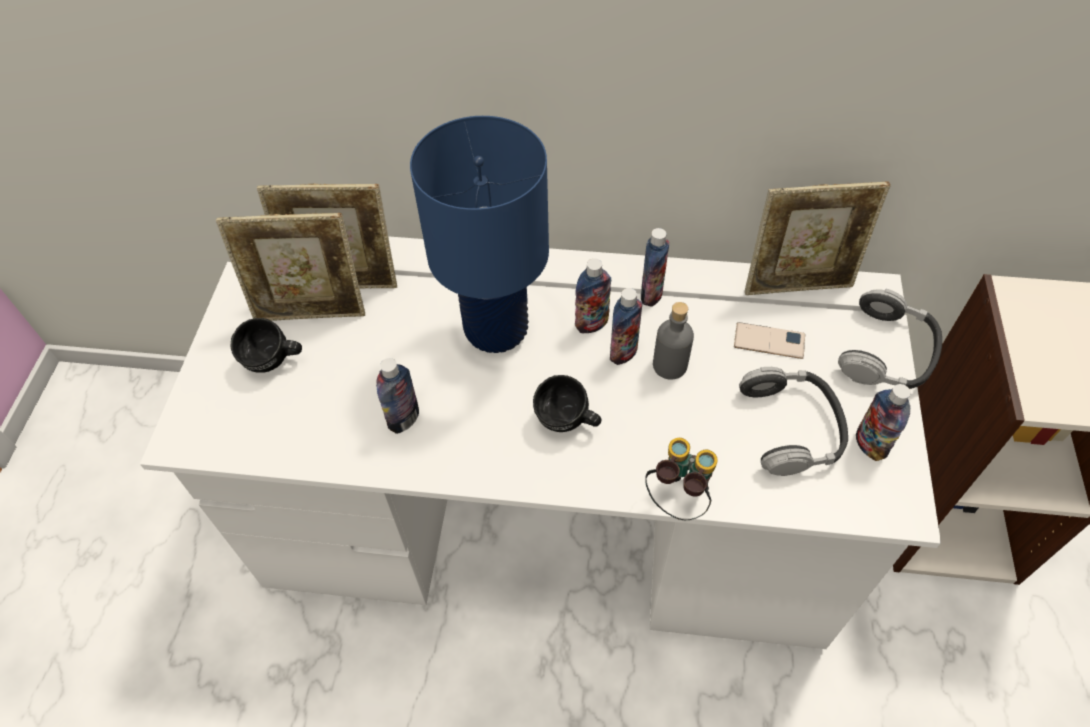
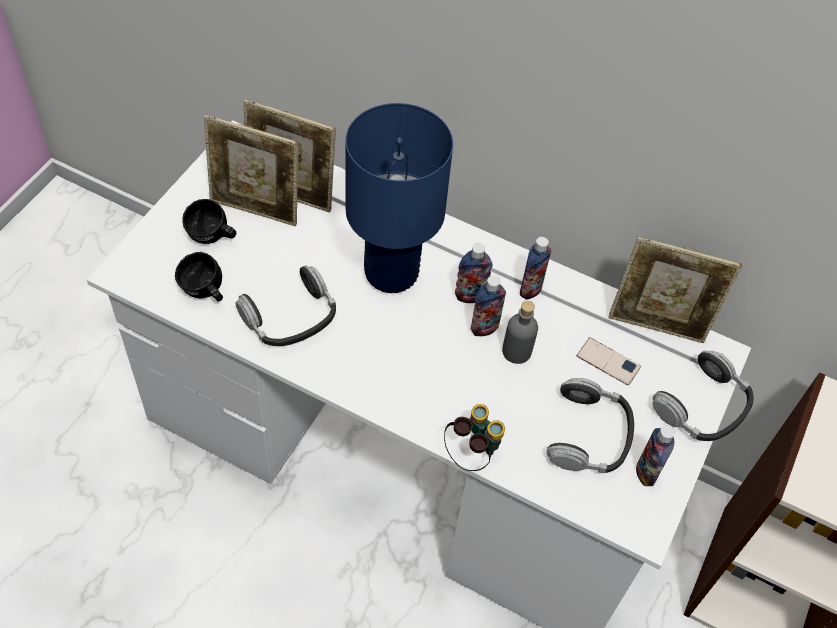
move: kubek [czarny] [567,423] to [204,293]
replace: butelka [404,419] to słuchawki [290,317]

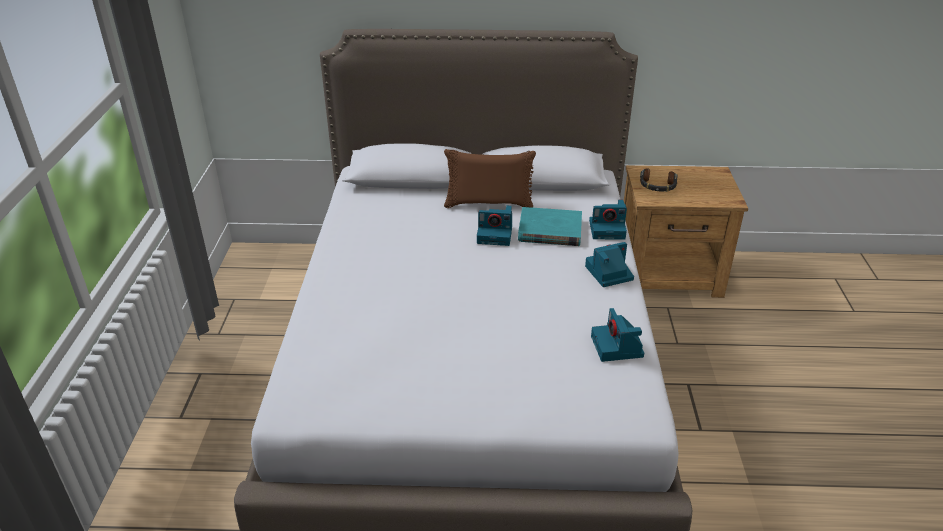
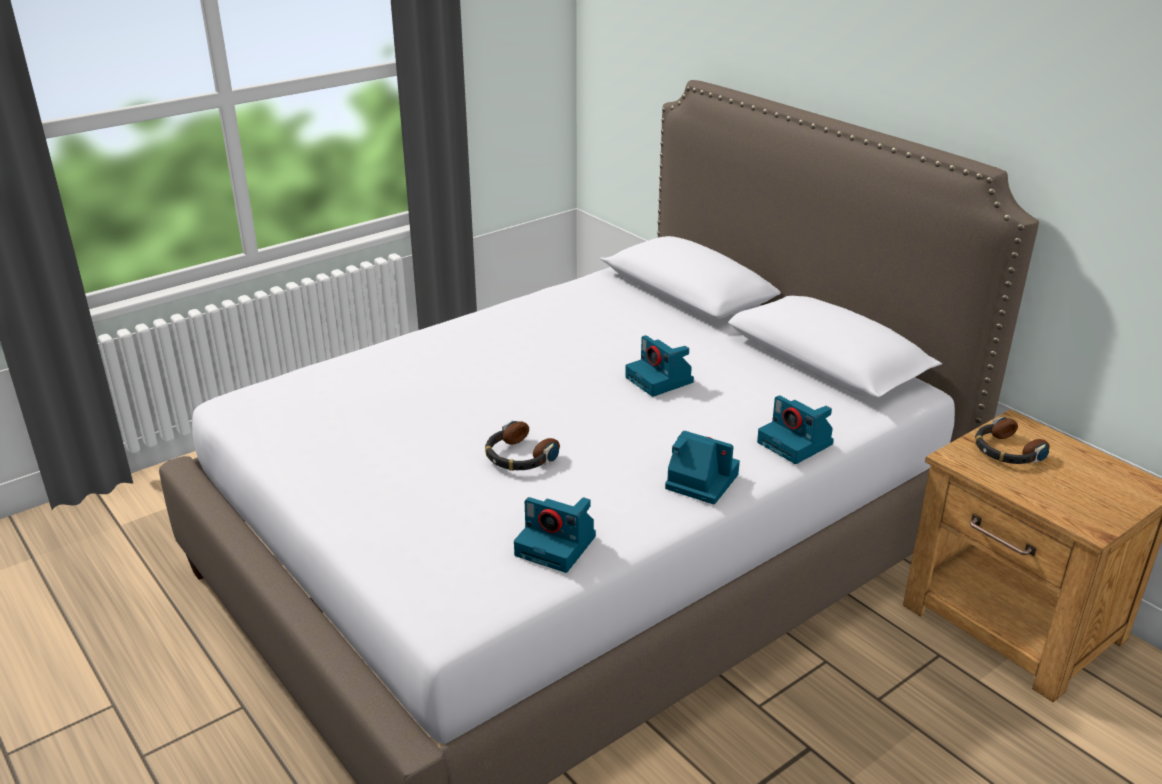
delete: poduszka [brązowy] [488,203]; książka [turkusowy] [550,230]
insert: słuchawki [519,457]
rotate: aparat fotograficzny [617,347] = [557,546] 105 degrees counterclockwise

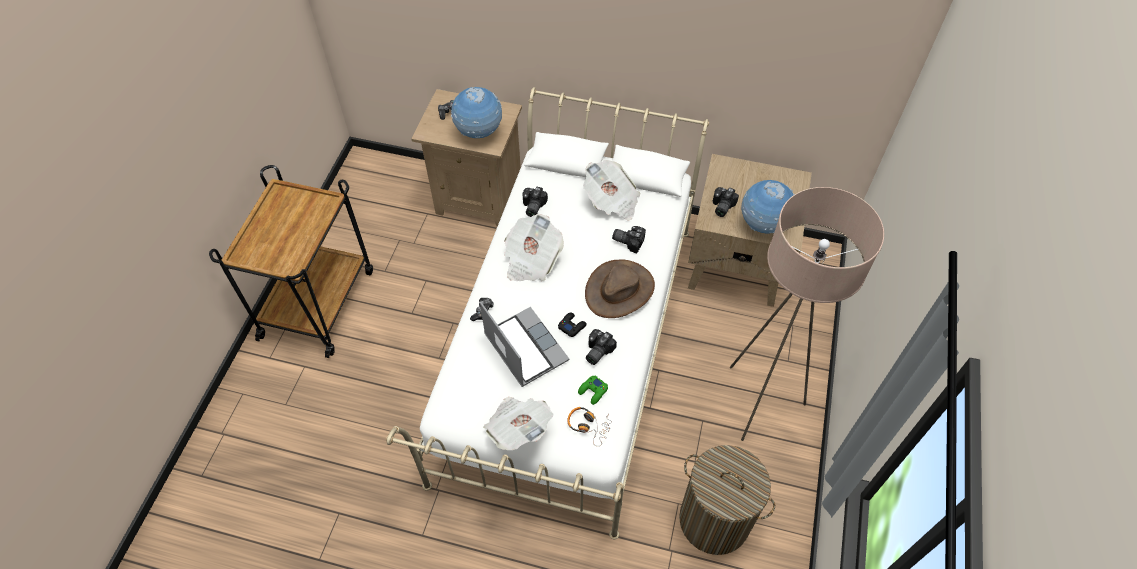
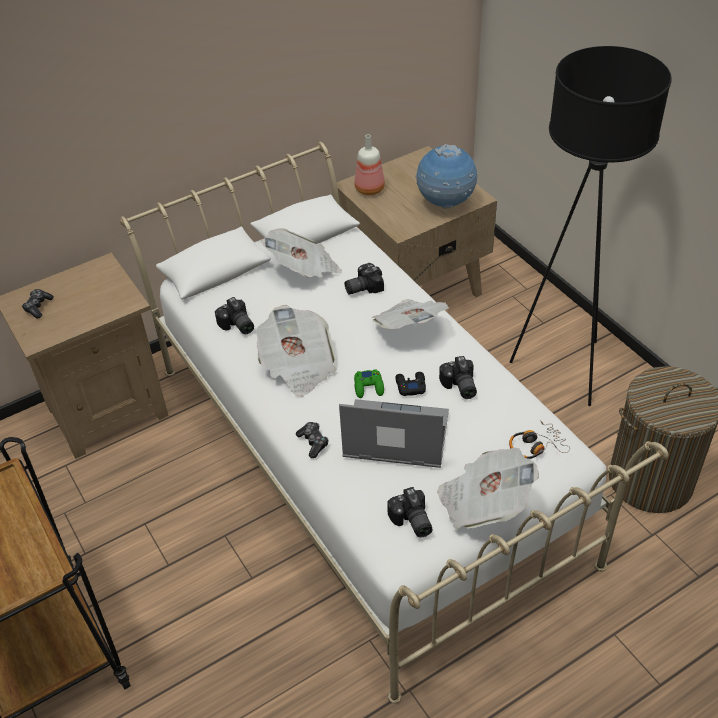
delete: globus [479,132]
insert: butelka [370,189]
move: aparat fotograficzny [721,206] to [411,522]; pad do gier [zielony] [593,391] to [369,387]
replace: kapelusz [brązowy] [619,290] to gazeta [409,327]
recolor: lampa stojąca [beżowy] [758,402] to lampa stojąca [czarny] [564,369]

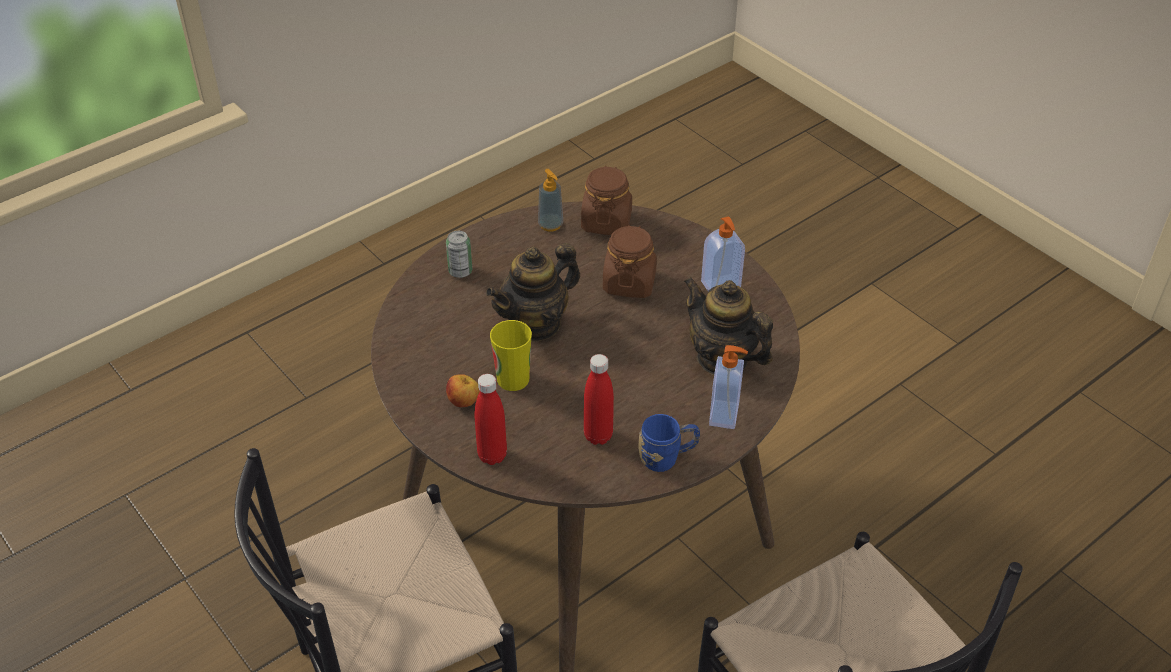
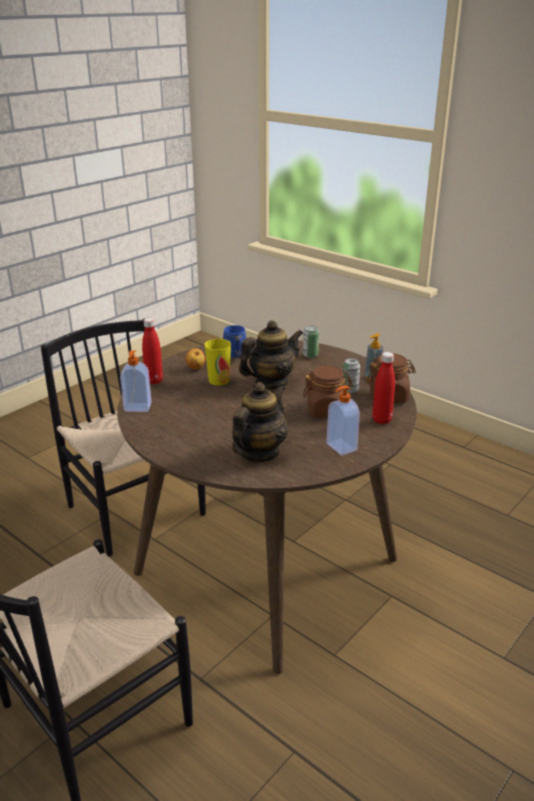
insert: puszka [350,390]
move: dozownik mydła [725,415] to [137,408]; butelka [czerwony] [598,436] to [381,420]; kubek [niebieski] [667,458] to [236,356]
rotate: imbryk [536,324] = [271,382] 105 degrees clockwise

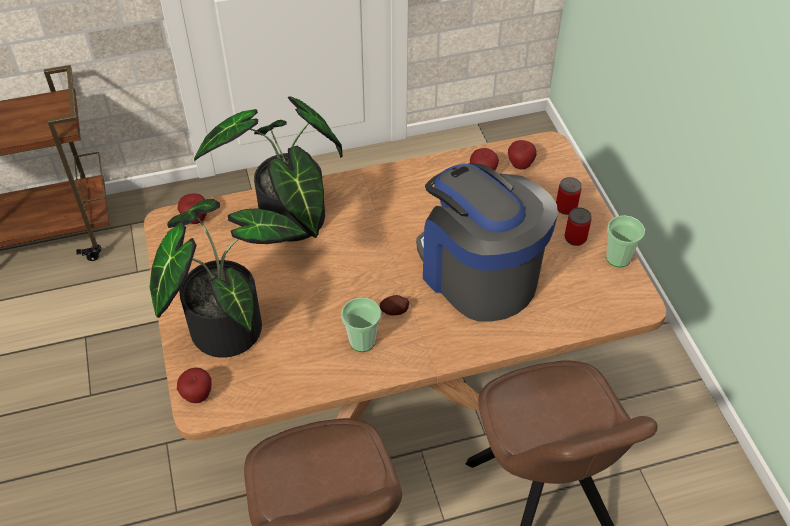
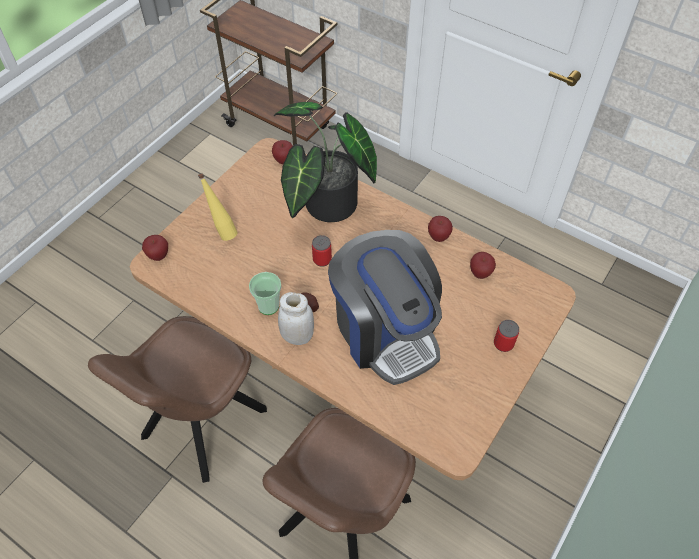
delete: filiżanka [618,258]
insert: słoik [biały] [297,336]
move: jabłko [520,165] to [438,237]; puszka [575,238] to [322,259]
replace: roślina doniczkowa [228,322] to butelka [żółty] [222,231]
rotate: ekspres do kawy [478,274] = [385,331] 135 degrees clockwise

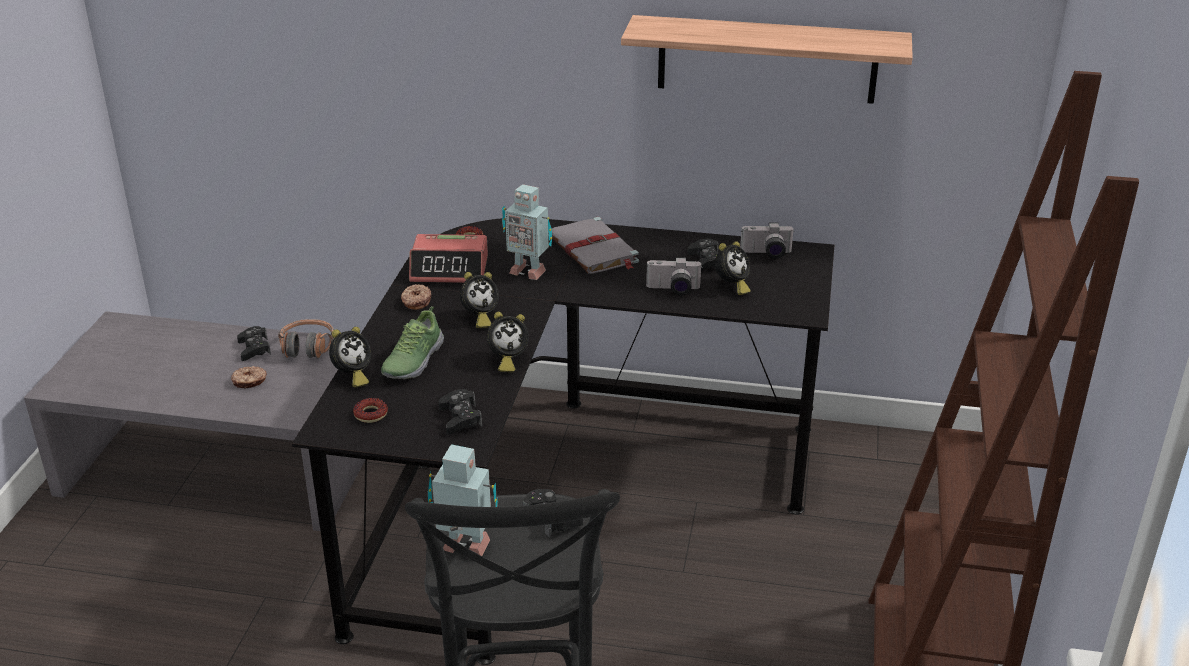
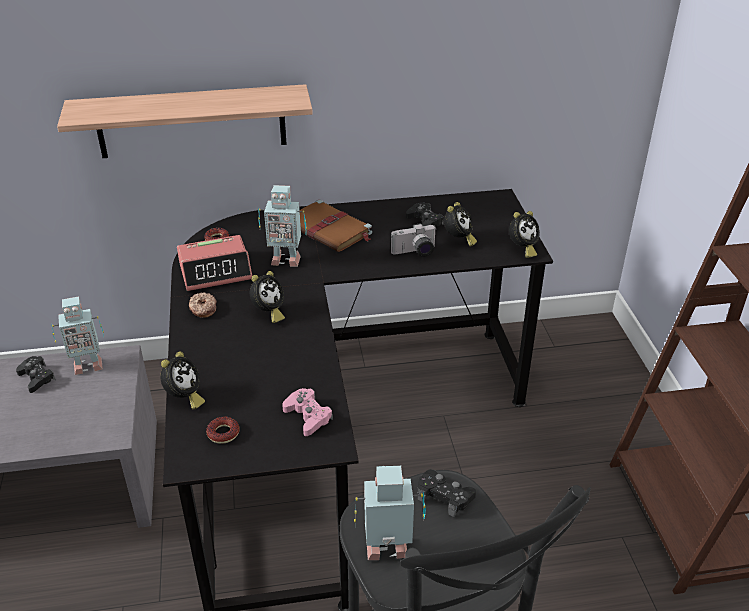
delete: aparat fotograficzny [766,254]; but [412,361]; donut [249,382]
move: półka [767,59] to [191,121]; budzik [507,361] to [522,249]
replace: słuchawki [307,347] to robot zabawkowy [87,365]
recolor: książka [szary] [594,250] to książka [brązowy] [329,229]; pad do gier [czarny] [460,418] to pad do gier [różowy] [308,416]

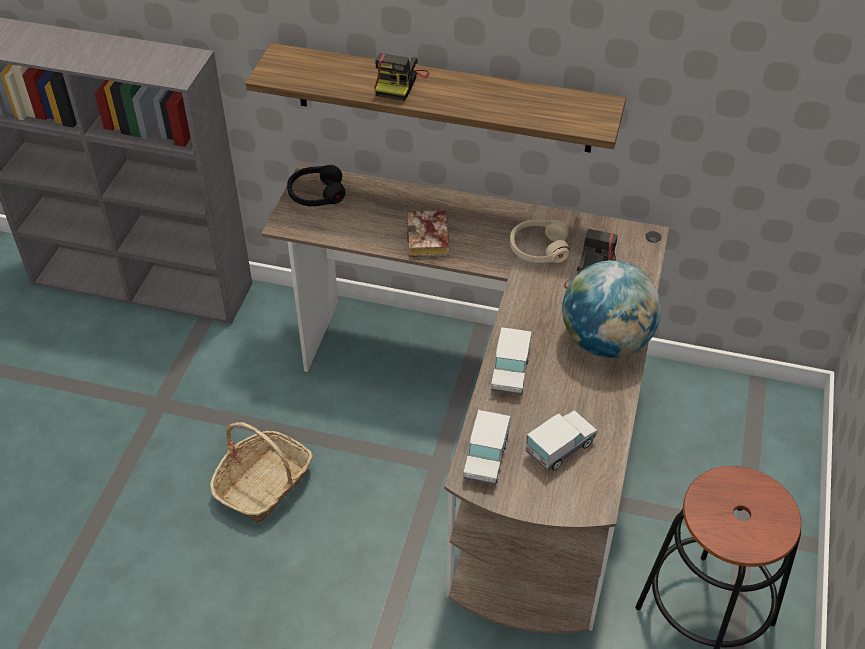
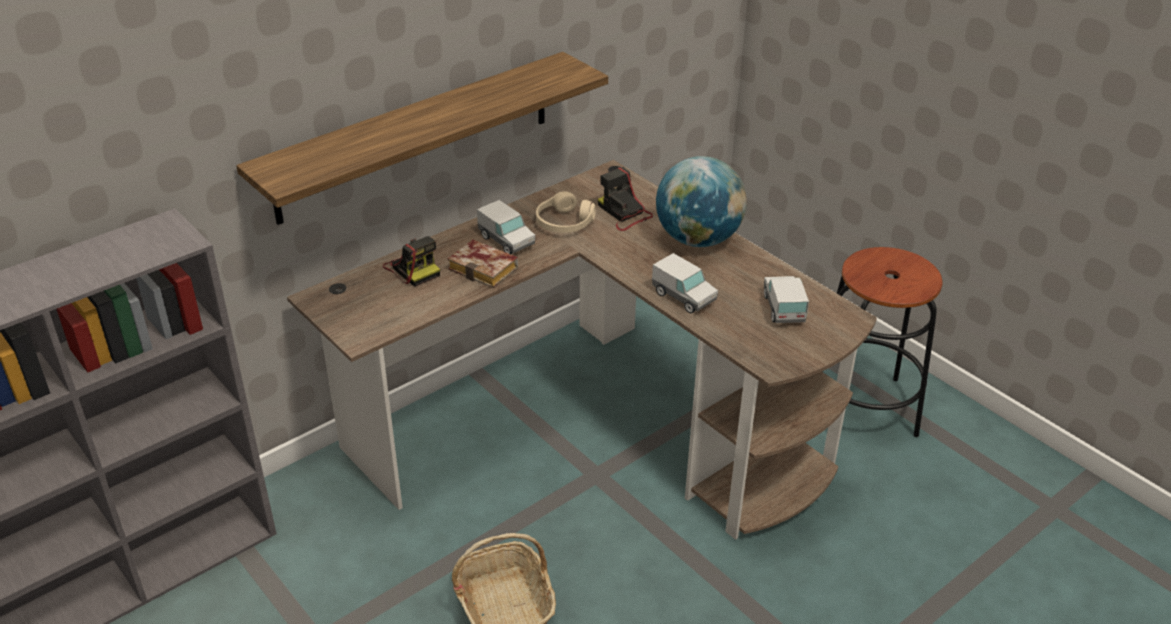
delete: słuchawki [czarny] [316,194]
move: aparat fotograficzny [399,83] to [412,269]; ciężarówka zabawkowa [486,459] to [506,241]

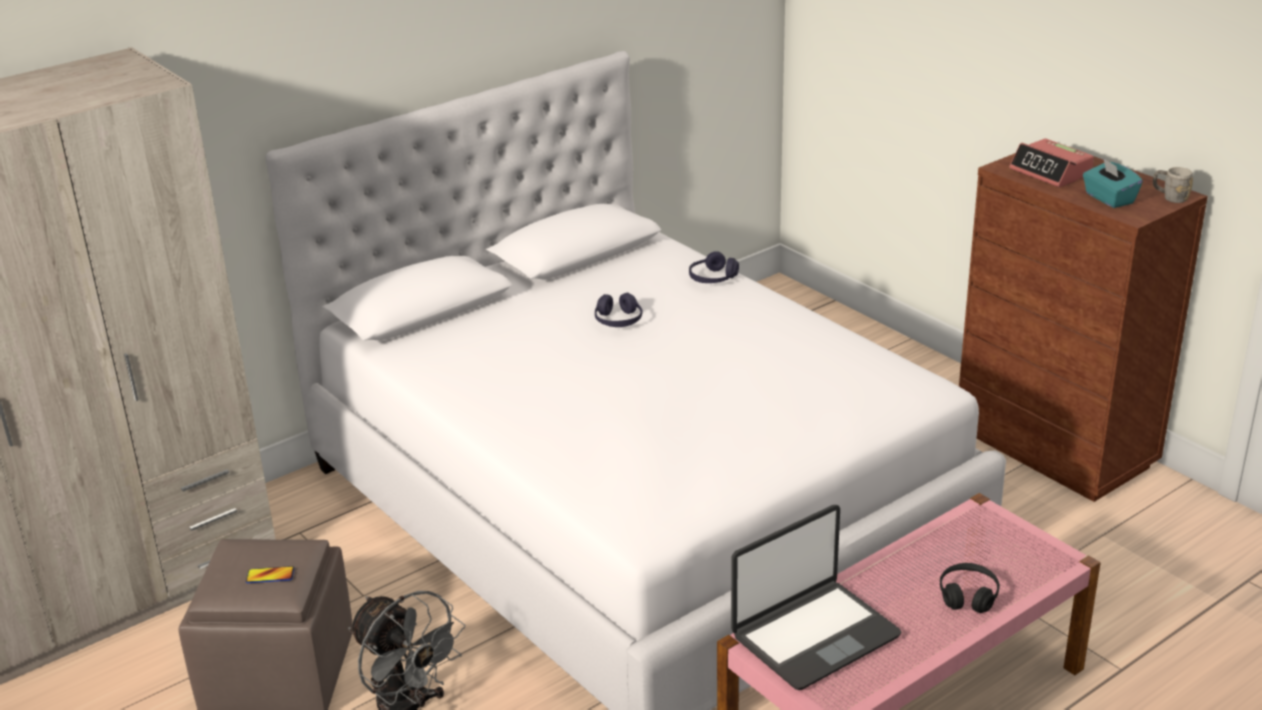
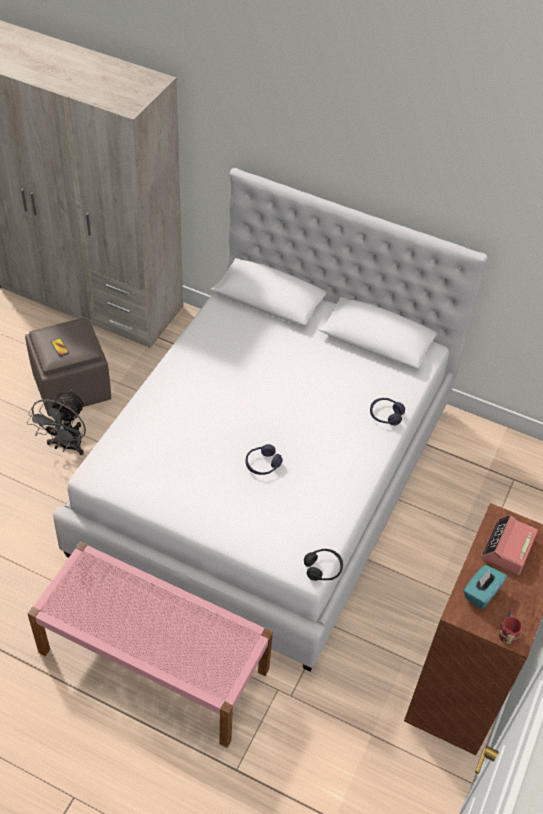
delete: laptop [814,635]
move: słuchawki [fioletowy] [618,320] to [262,464]; słuchawki [czarny] [968,596] to [323,568]
recolor: kubek [szary] [1170,197] to kubek [czerwony] [507,632]

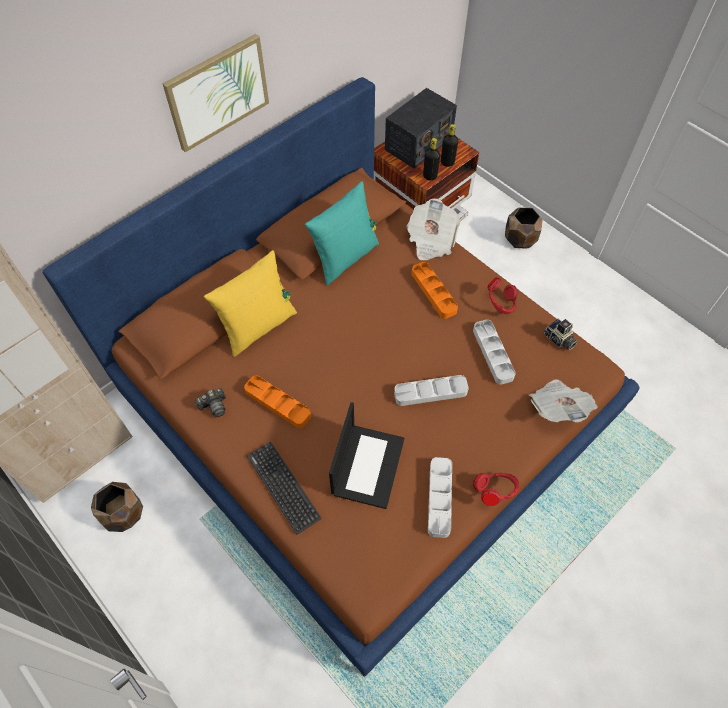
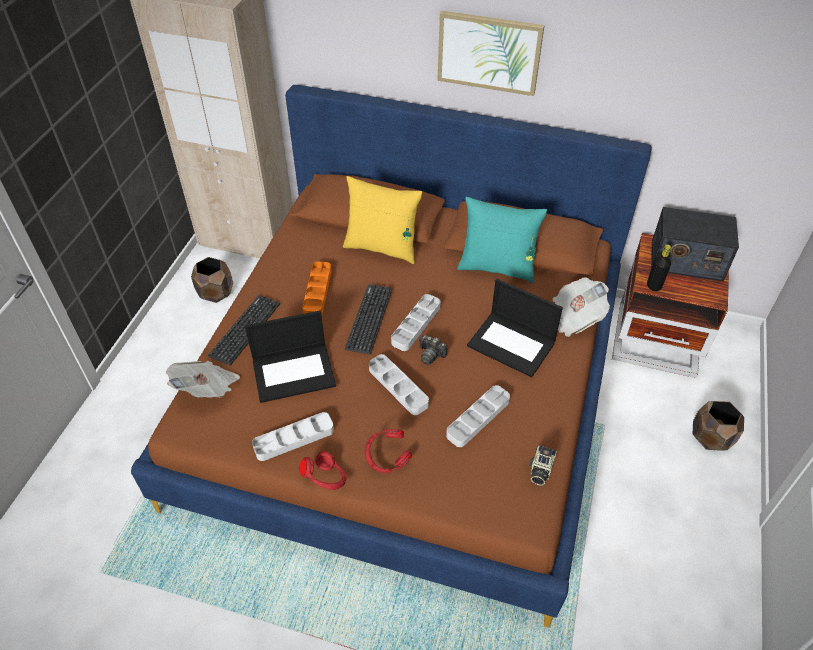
delete: butelka [czarny] [447,162]
insert: klawiatura [369,318]; taca [szary] [416,325]
move: słuchawki [czerwony] [500,304] to [387,459]; gazeta [558,408] to [207,389]; aparat fotograficzny [214,406] to [431,354]
replace: taca [pomarańczowy] [433,292] to laptop [512,344]

